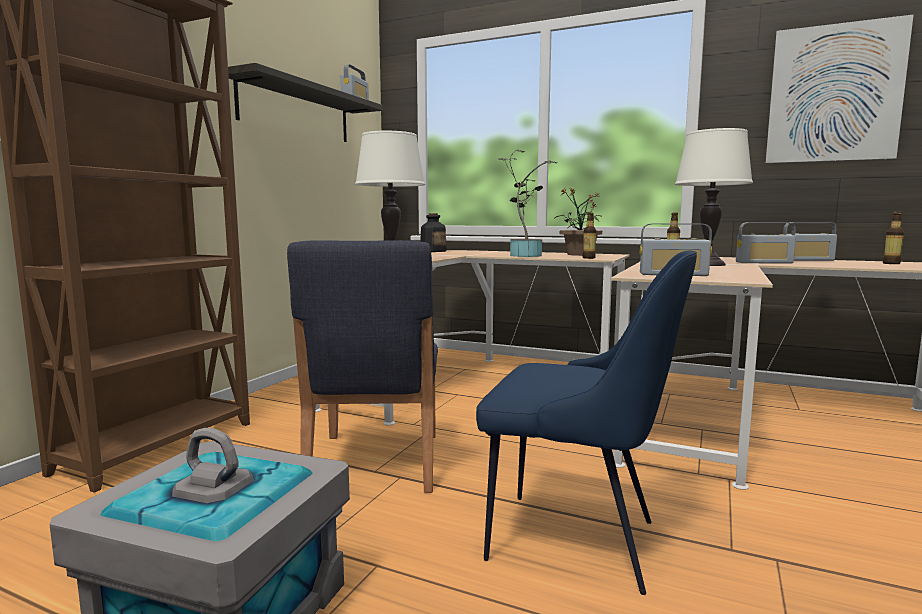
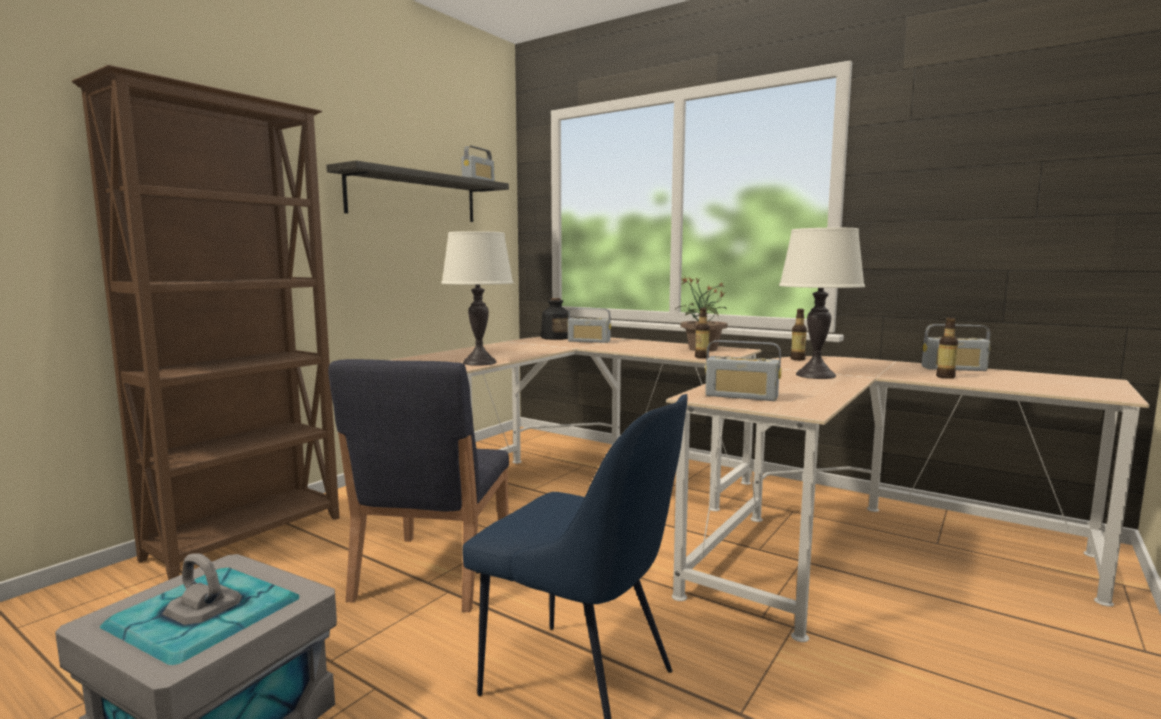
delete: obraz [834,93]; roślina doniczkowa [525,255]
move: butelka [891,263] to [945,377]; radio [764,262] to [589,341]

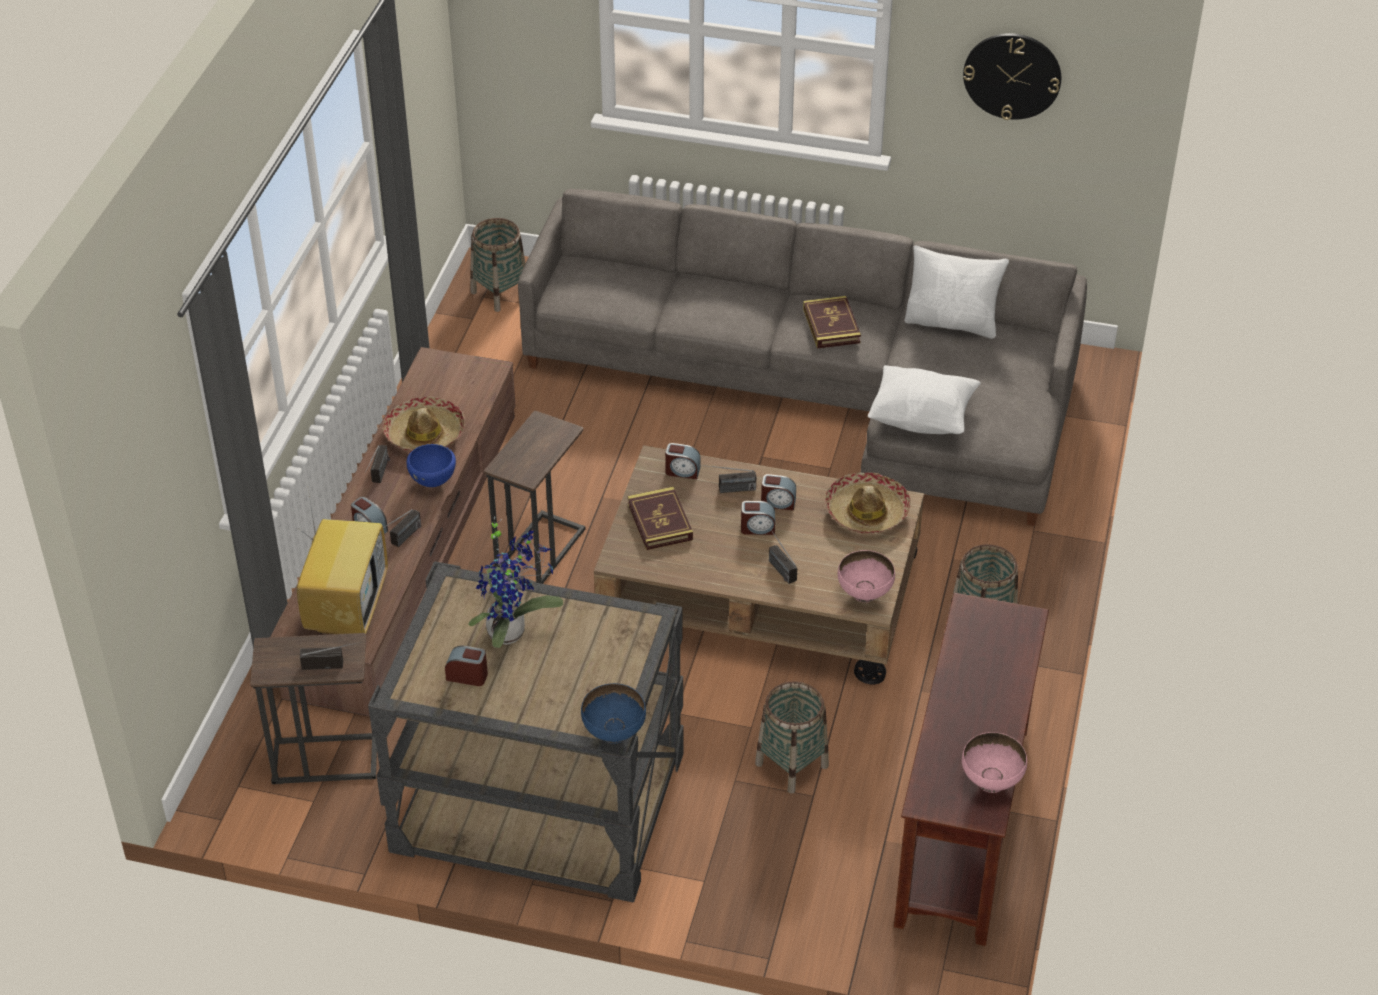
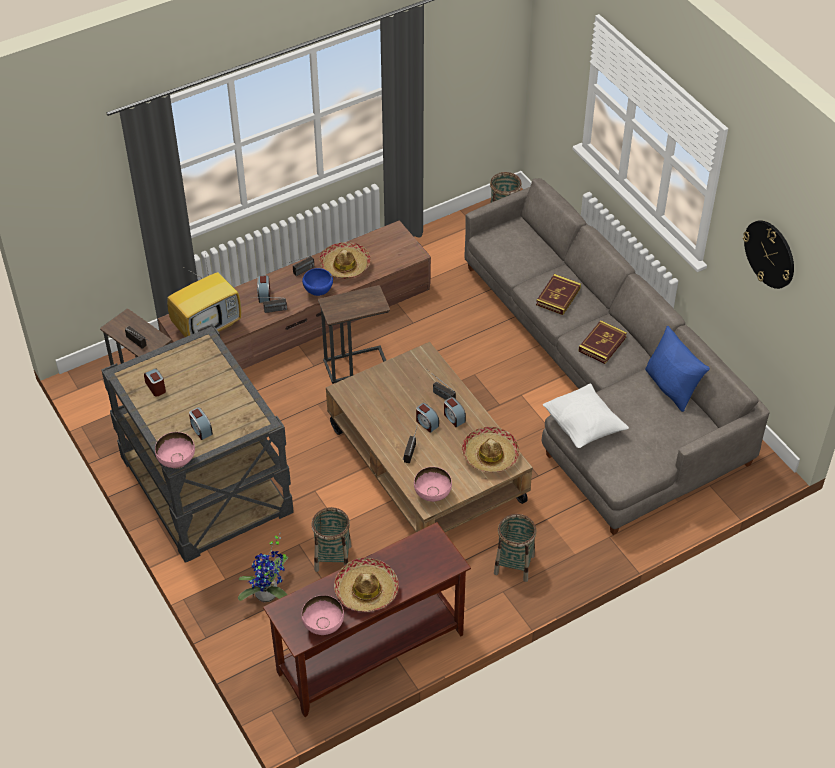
insert: kapelusz [366,590]
move: budzik [682,471] to [201,429]; książka [660,522] to [558,296]; roślina doniczkowa [511,631] to [269,595]
recolor: poduszka [biały] [952,323] to poduszka [niebieski] [671,387]; miska [niebieski] [613,732] to miska [różowy] [177,461]

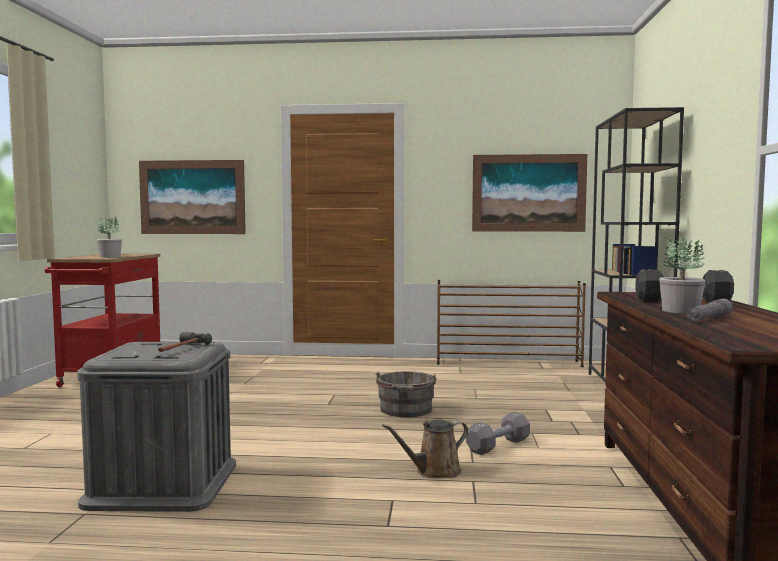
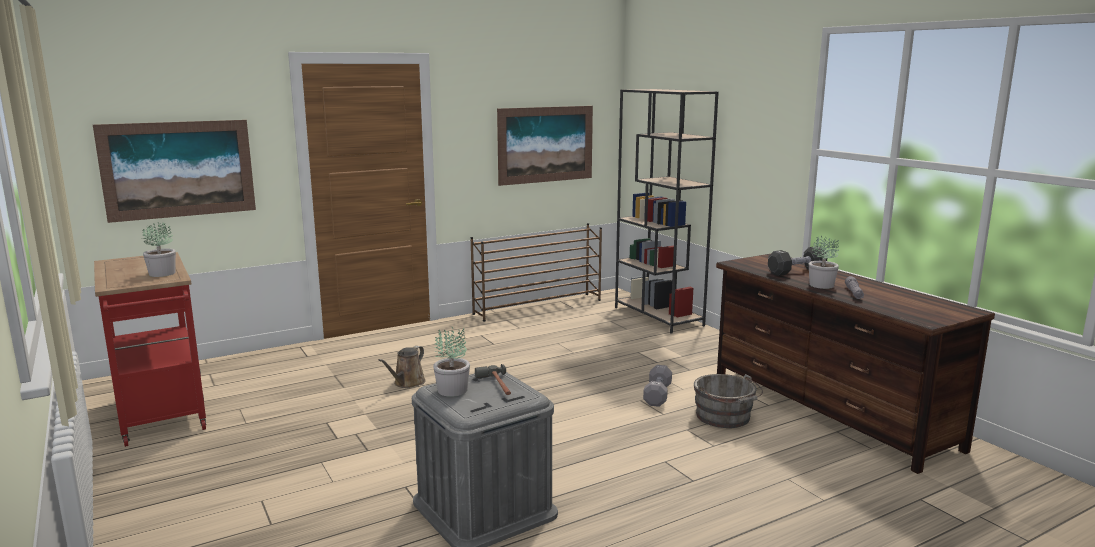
insert: roślina doniczkowa [452,390]
move: wiadro [szary] [405,410] to [725,418]; konewka [brązowy] [434,471] to [407,383]

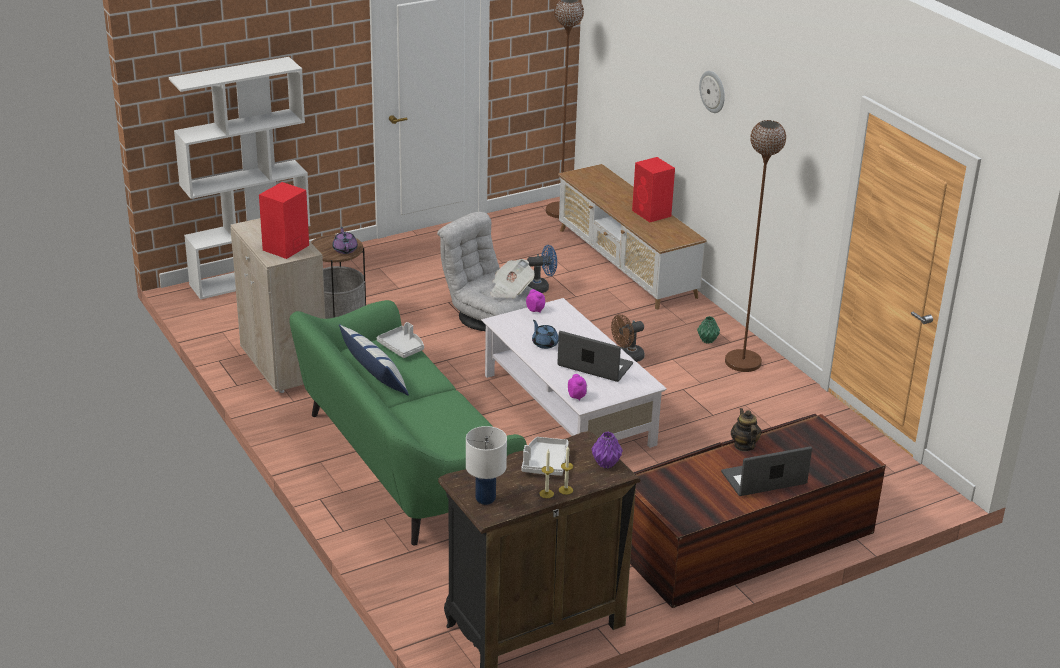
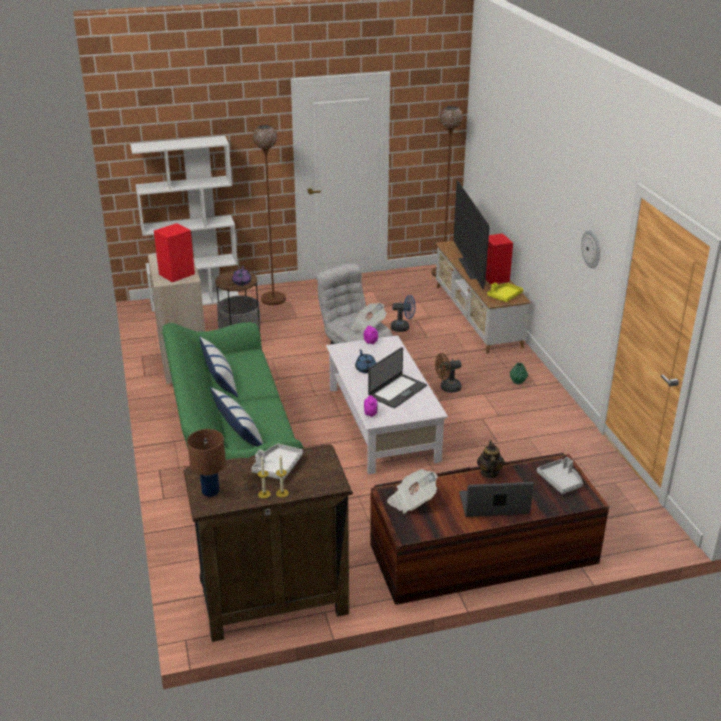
delete: wazon [fioletowy] [606,464]
insert: telewizor [468,268]; taca [żółty] [504,296]; poduszka [239,432]; gazeta [412,501]
move: zegar ścienny [713,91] to [591,249]; lampa stojąca [brązowy] [743,362] to [273,299]; taca [szary] [402,347] to [560,481]
recolor: lampa stołowa [biały] [484,499] to lampa stołowa [brązowy] [210,491]
rotate: laptop [594,366] = [397,391] 90 degrees clockwise

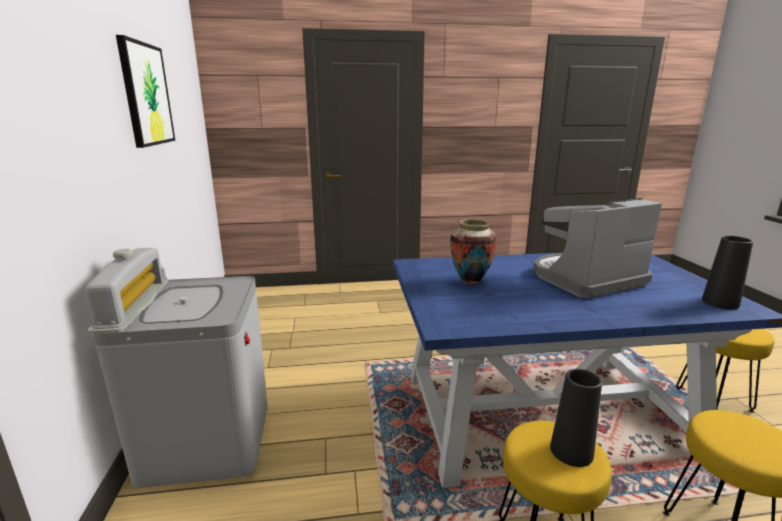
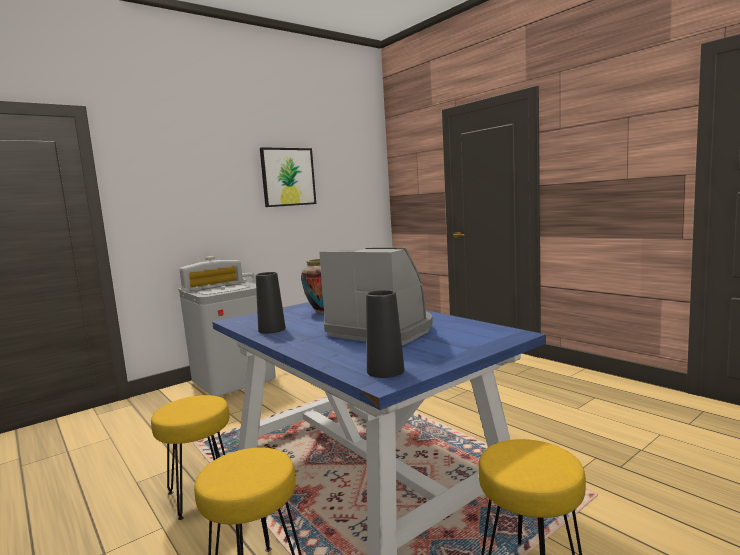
move: wazon [czarny] [571,451] to [272,329]

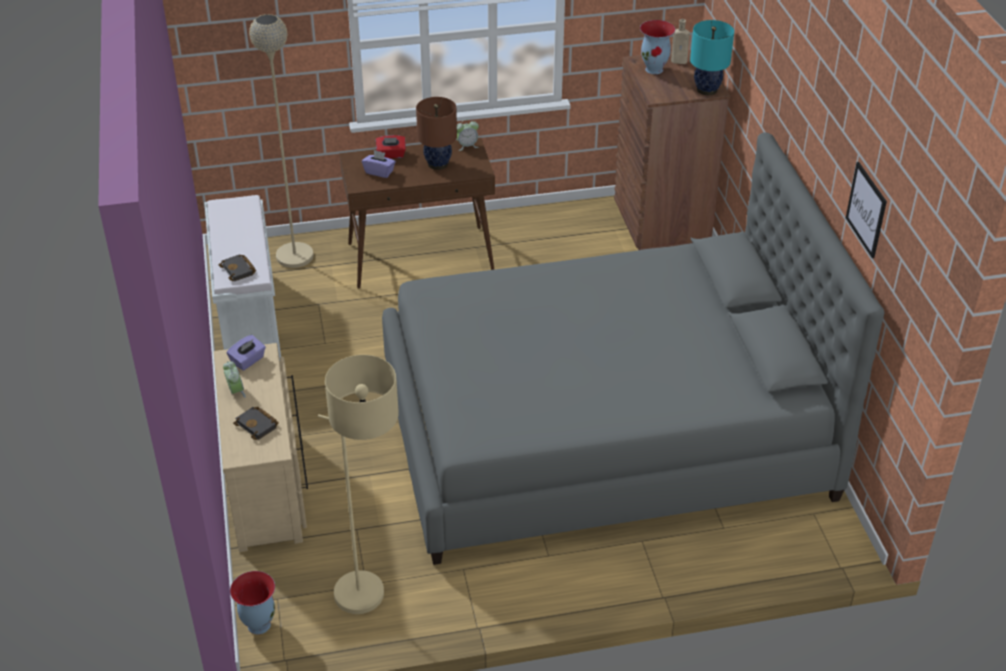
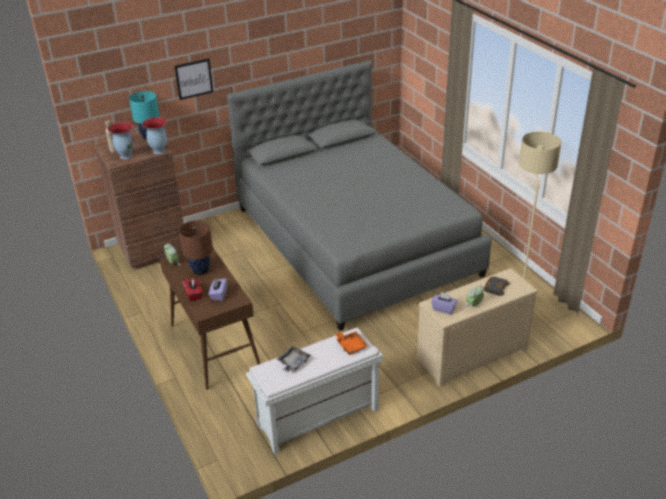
delete: lampa stojąca [beżowy] [295,256]
insert: taca [szary] [293,363]
move: obraz [866,209] to [194,79]; wazon [258,624] to [159,151]
replace: książka [czarny] [239,270] to taca [pomarańczowy] [351,345]

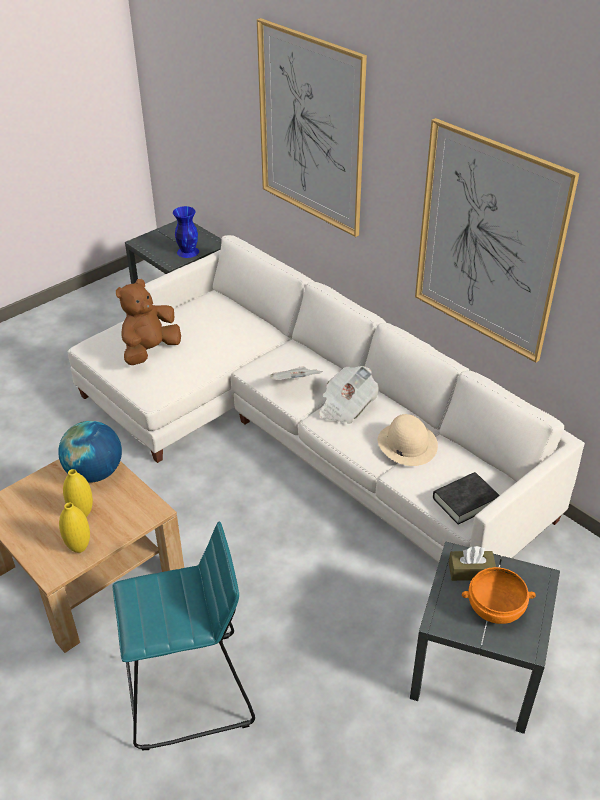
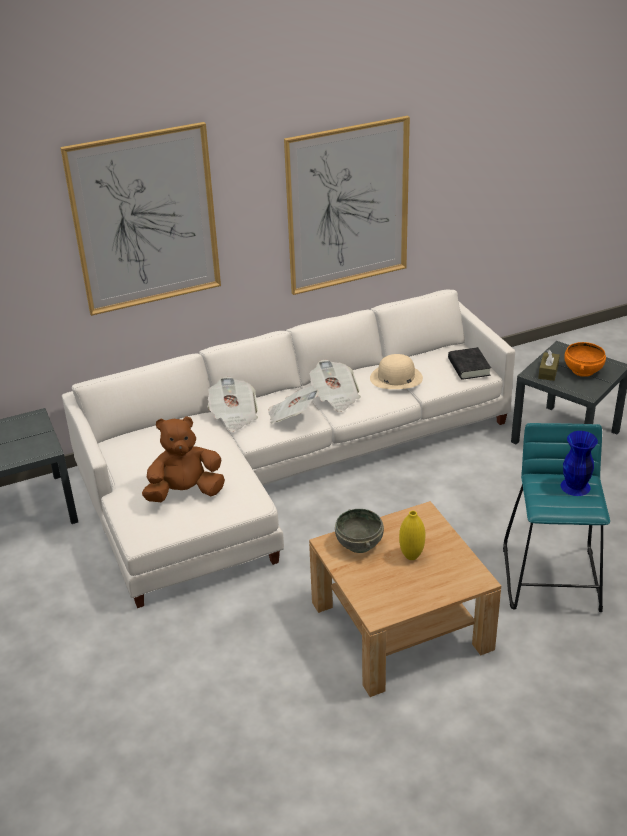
delete: wazon [żółty] [79,547]
insert: gazeta [234,415]
move: wazon [niebieski] [187,251] to [575,486]
replace: globus [95,473] to miska [szary] [360,543]
rotate: pluszak [brązowy] [150,351] = [185,492] 105 degrees clockwise

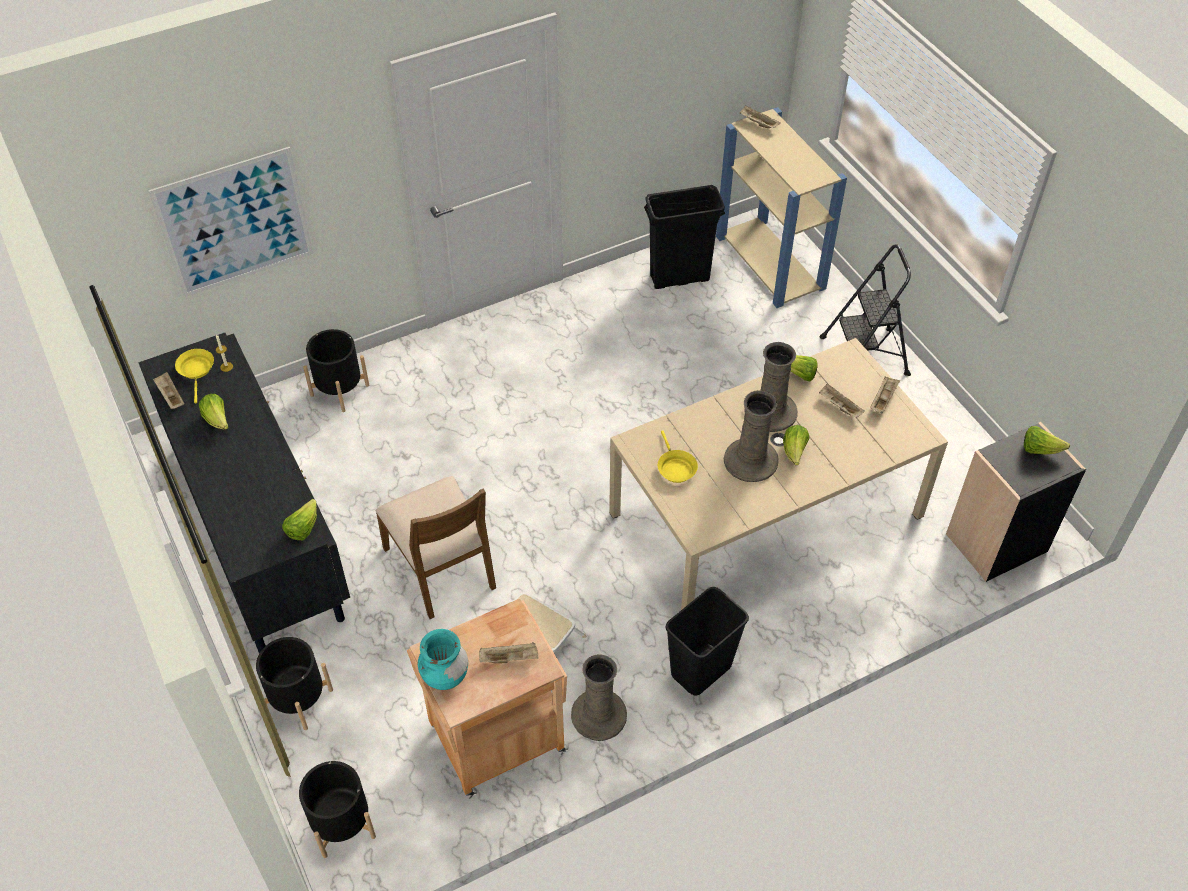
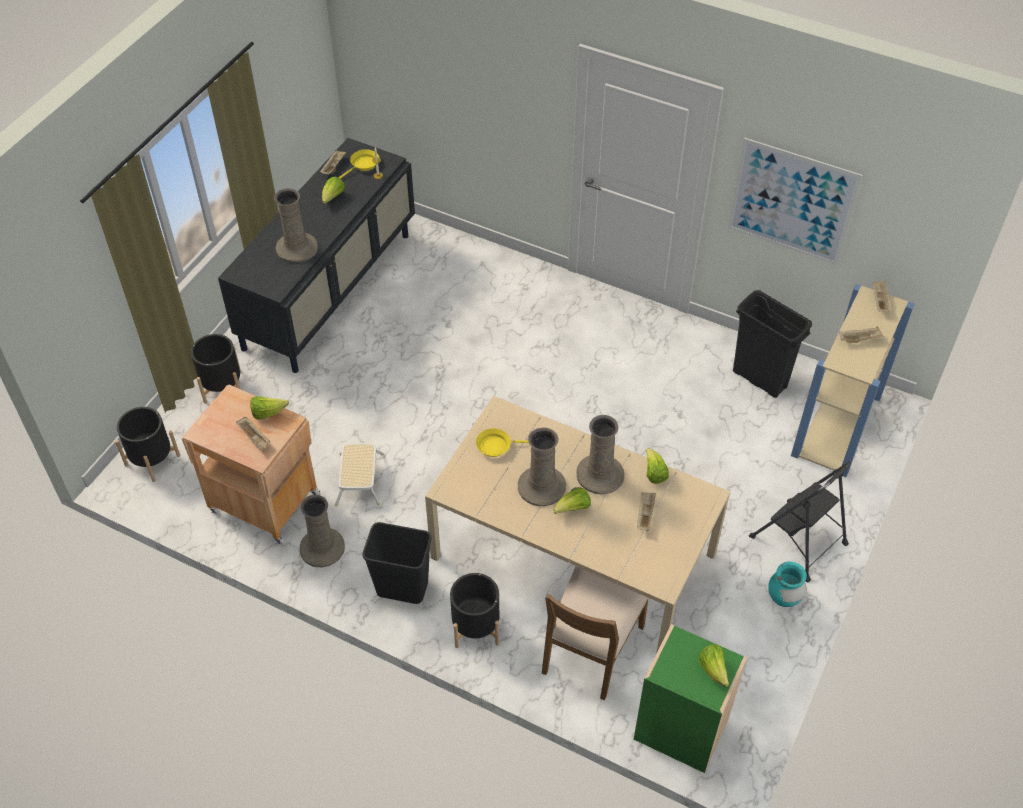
insert: wazon [beżowy] [297,248]
move: obraz [235,223] to [792,202]; donica [czarny] [339,390] to [476,627]; taca [beżowy] [883,399] to [859,339]; krzesło [brązowy] [441,567] to [590,649]; sałata [303,528] to [268,413]; wazon [turkusowy] [445,677] to [783,598]
recolor: regał [czarny] [996,544] to regał [zielony] [679,729]
rotate: patelnia [żółty] [675,467] = [497,446] 45 degrees clockwise

